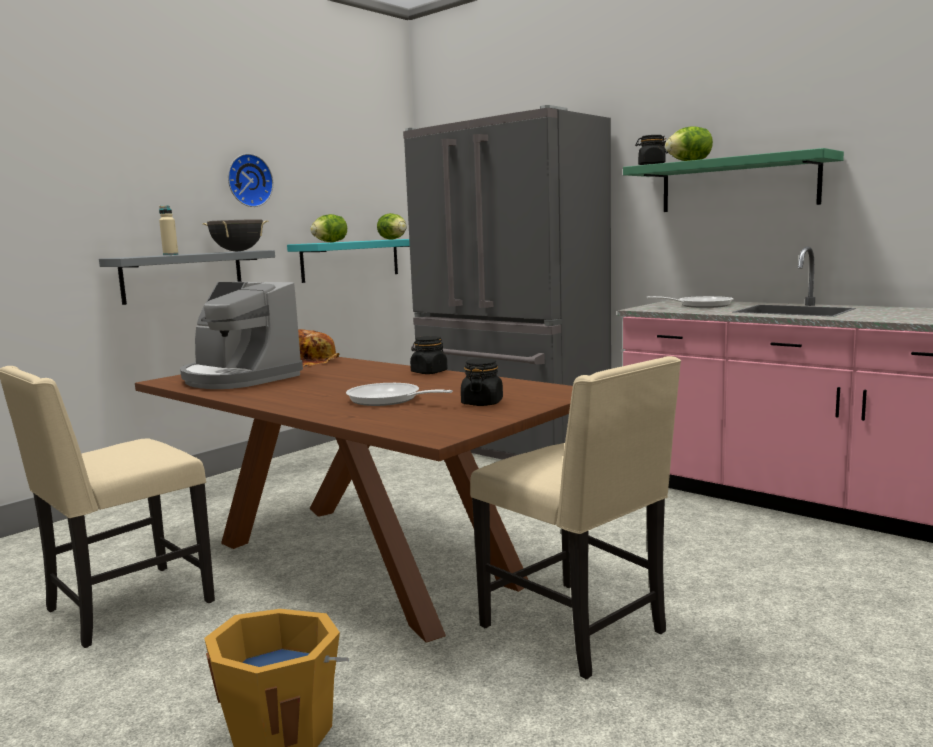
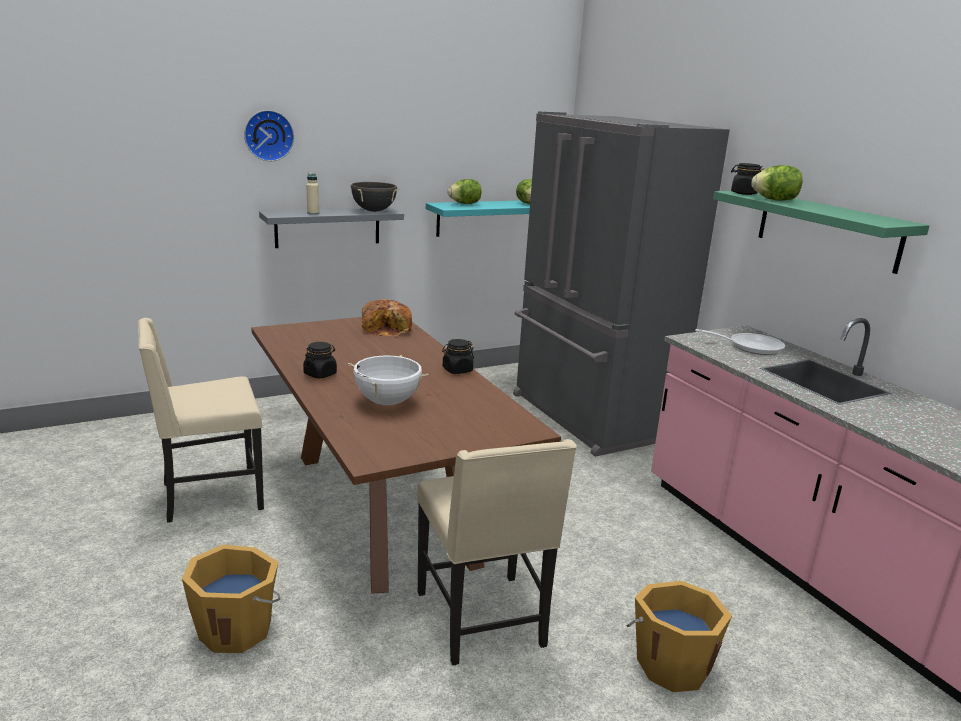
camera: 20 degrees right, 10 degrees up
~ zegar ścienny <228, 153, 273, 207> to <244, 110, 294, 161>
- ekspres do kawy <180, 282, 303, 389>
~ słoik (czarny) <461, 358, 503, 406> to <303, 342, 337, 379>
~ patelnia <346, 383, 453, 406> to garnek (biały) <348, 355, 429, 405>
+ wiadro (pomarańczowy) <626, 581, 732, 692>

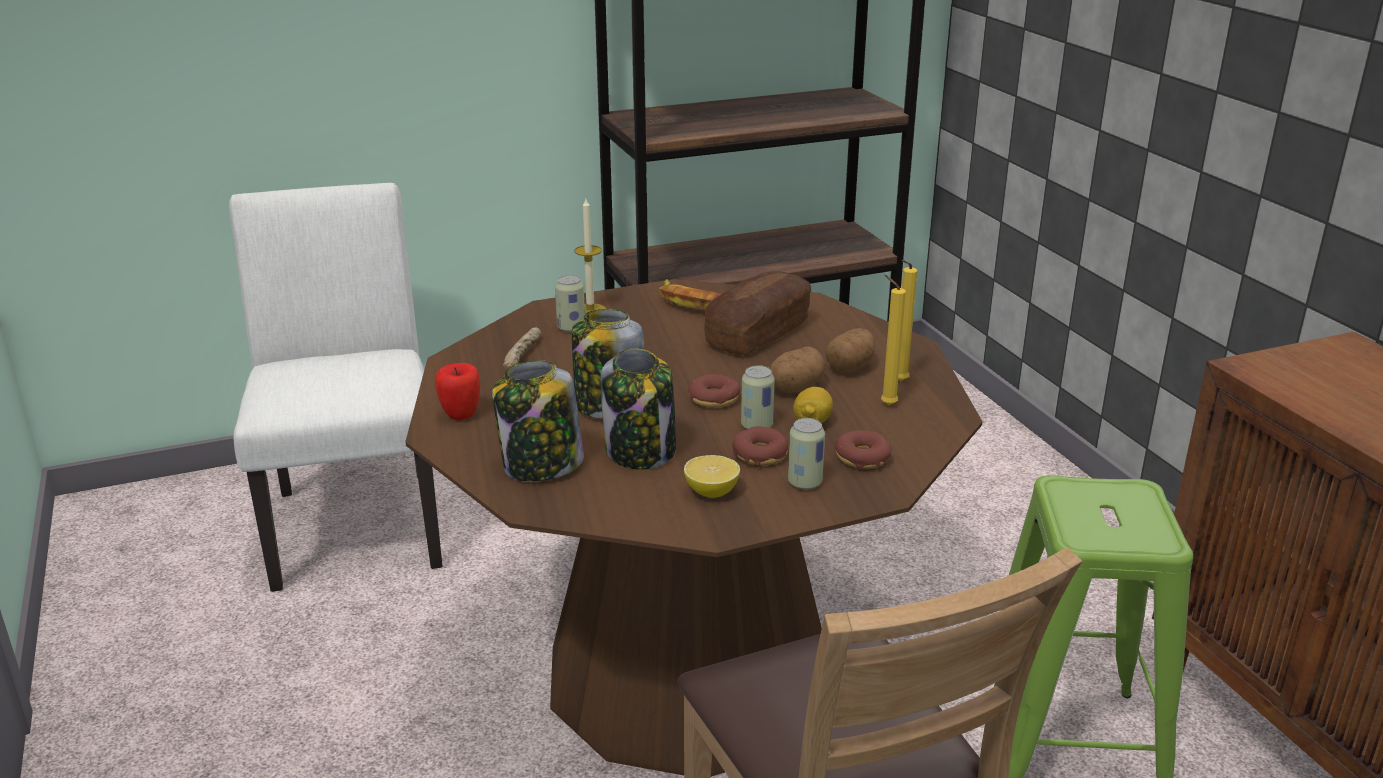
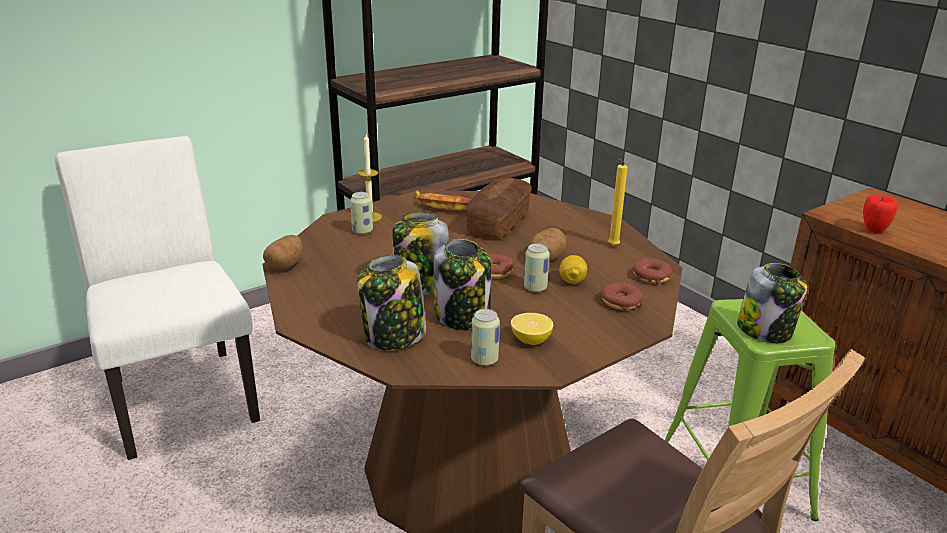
camera: 15 degrees left, 0 degrees up
- świeca (żółty) <881, 275, 906, 405>
- chleb <503, 327, 541, 370>
~ ziemniak <825, 328, 875, 372> to <263, 235, 303, 269>
~ jabłko <435, 363, 480, 420> to <863, 194, 897, 233>
~ puszka <788, 418, 825, 490> to <471, 309, 500, 366>
~ donut <732, 426, 789, 467> to <633, 258, 672, 284>
+ słoik <737, 263, 807, 343>

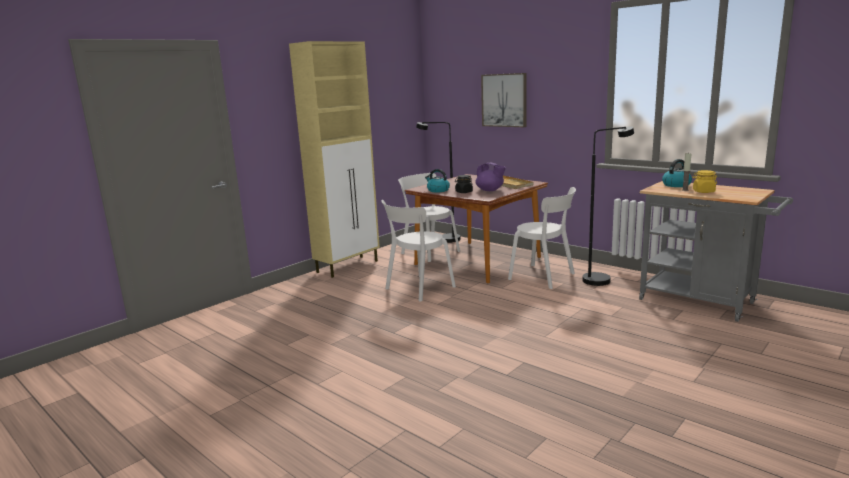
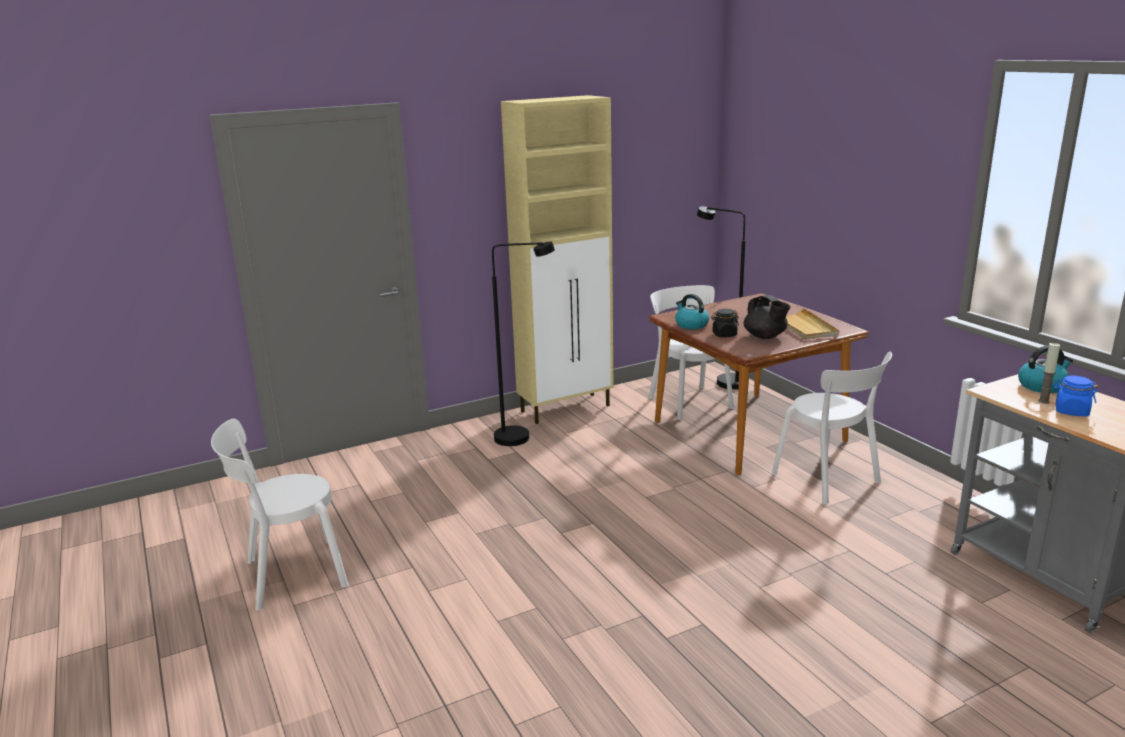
camera: 20 degrees right, 5 degrees up
- obraz <481, 73, 527, 127>
~ lampa stojąca (czarny) <582, 126, 634, 286> to <492, 242, 555, 446>
~ imbryk (fioletowy) <476, 163, 506, 191> to imbryk (czarny) <744, 295, 790, 339>
~ słoik (żółty) <692, 170, 717, 193> to słoik (niebieski) <1054, 376, 1098, 416>
~ krzesło (biały) <381, 200, 456, 302> to <211, 419, 349, 611>

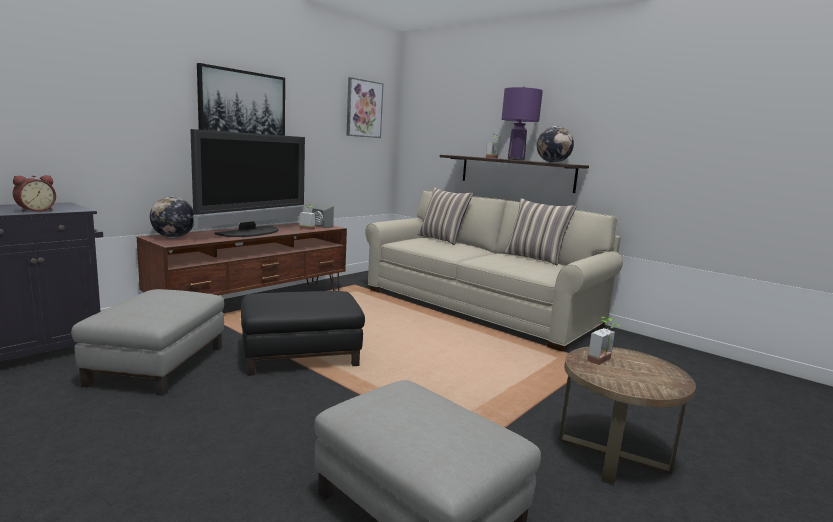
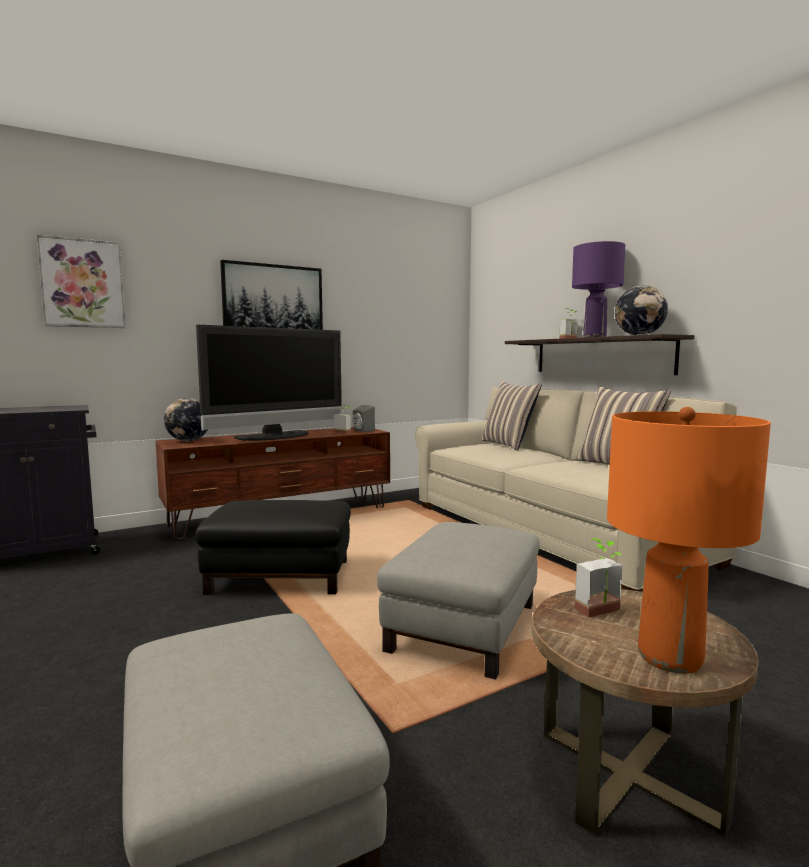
camera: 20 degrees right, 5 degrees down
~ obraz <346, 77, 384, 138> to <37, 234, 126, 328>
- budzik <13, 175, 56, 212>
~ pufa (szary) <71, 289, 224, 396> to <377, 522, 539, 679>
+ lampa stołowa (pomarańczowy) <607, 407, 771, 674>

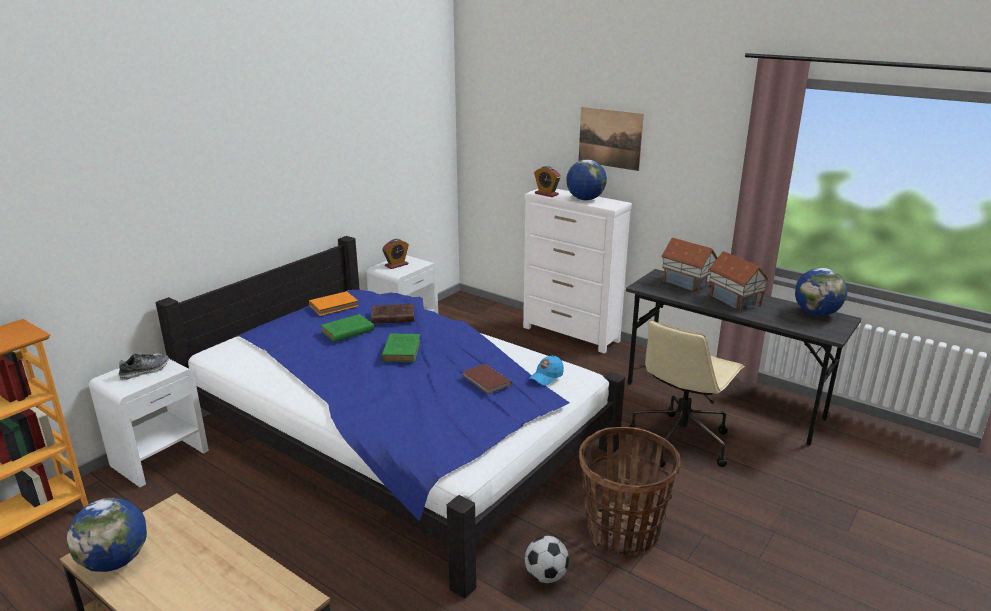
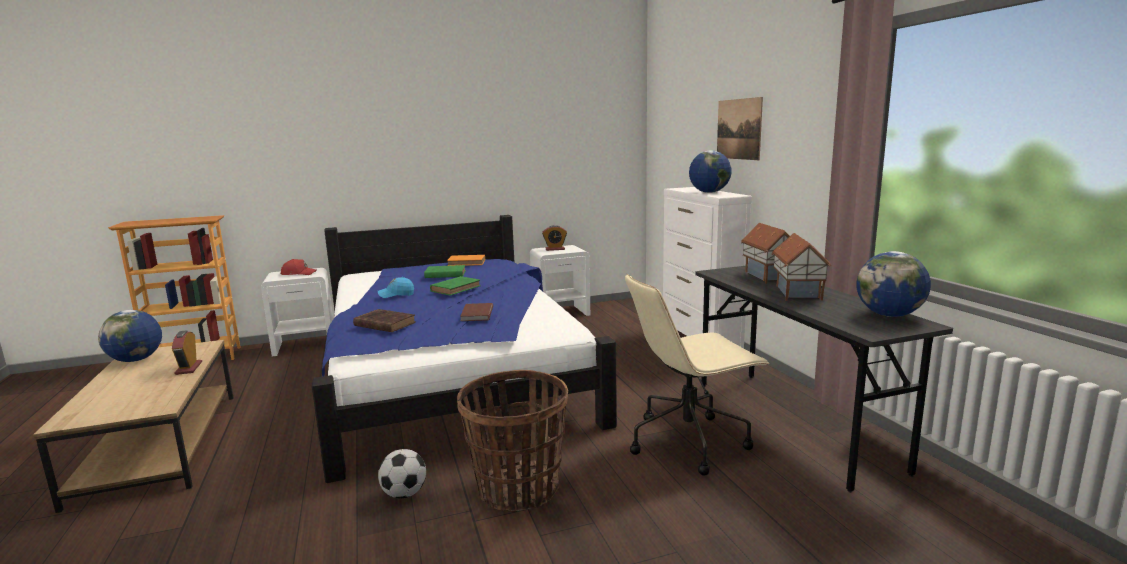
camera: 35 degrees right, 10 degrees down
~ budzik <534, 166, 561, 197> to <172, 330, 202, 375>
~ książka (brązowy) <371, 304, 414, 324> to <353, 309, 416, 332>
~ but <119, 354, 169, 380> to czapka z daszkiem (czerwony) <280, 259, 317, 275>
~ czapka z daszkiem (niebieski) <528, 356, 564, 386> to <378, 277, 414, 298>

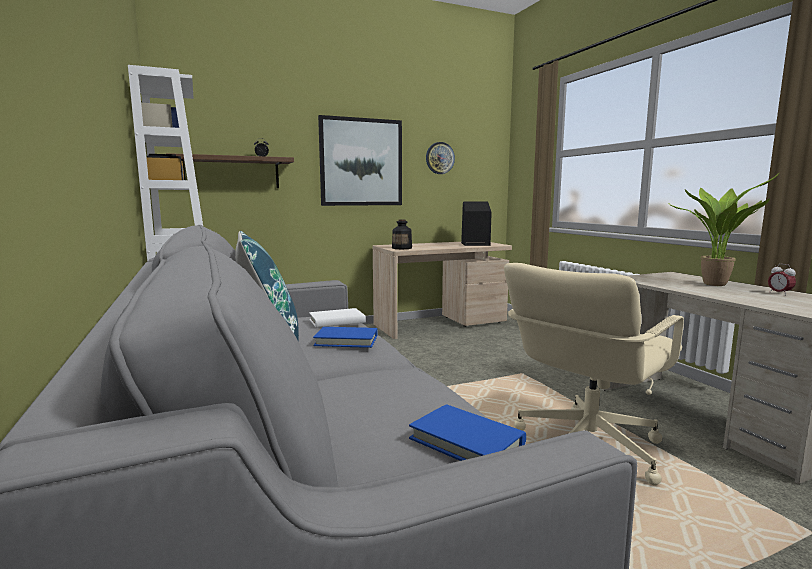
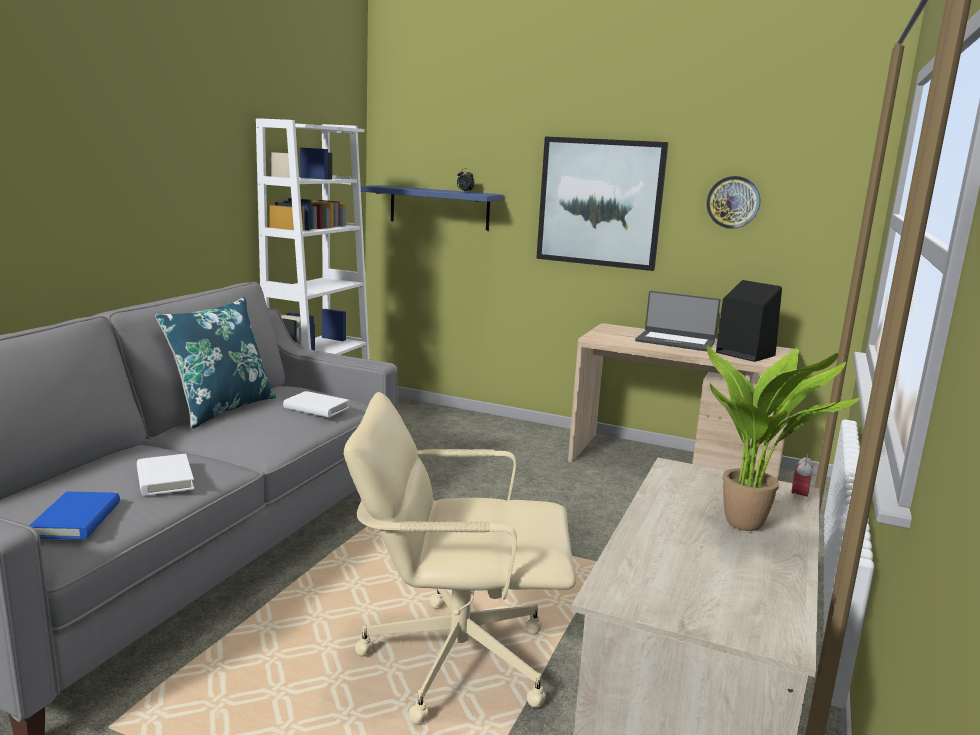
camera: 45 degrees right, 5 degrees up
~ półka (brązowy) <166, 153, 294, 188> to półka (niebieski) <361, 185, 503, 230>
- butelka <392, 220, 412, 249>
~ budzik <768, 264, 796, 295> to <792, 454, 814, 501>
- książka (niebieski) <313, 327, 377, 348>
+ laptop <635, 291, 721, 351>
+ książka (biały) <137, 454, 194, 496>

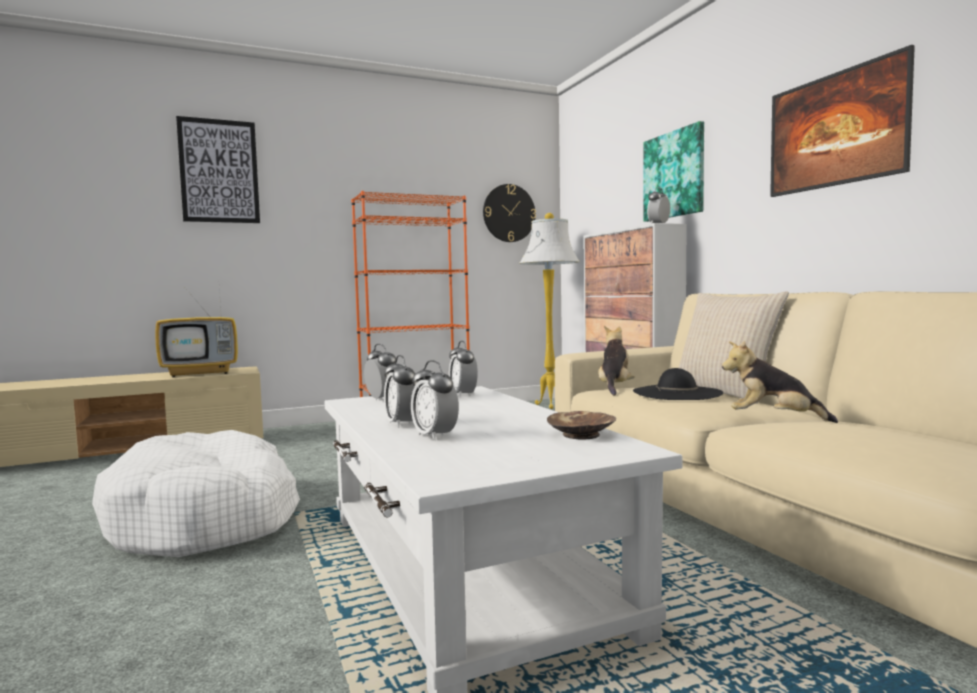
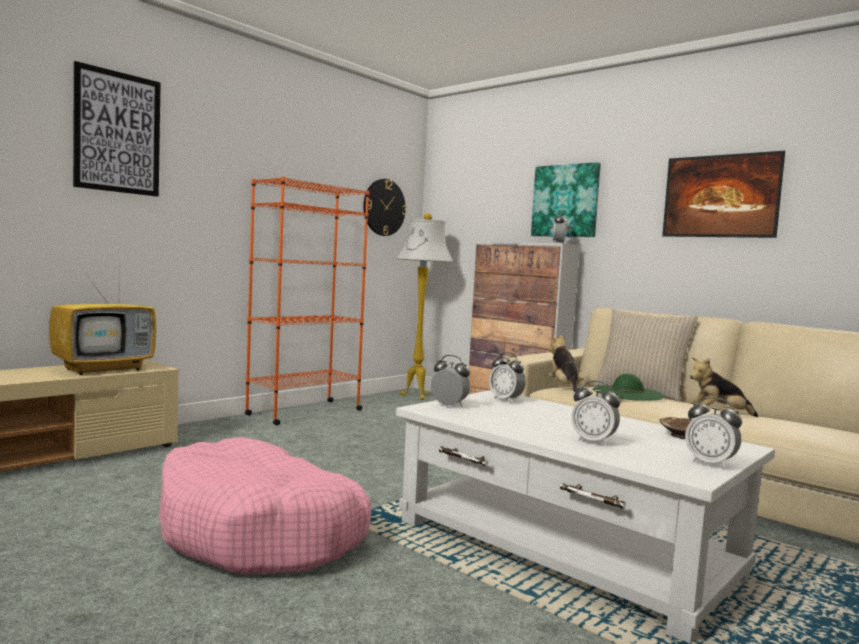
camera: 25 degrees left, 0 degrees up
~ budzik <384, 355, 415, 428> to <685, 397, 742, 469>
~ kapelusz (czarny) <633, 368, 723, 400> to kapelusz (zielony) <592, 374, 664, 401>
~ legowisko (biały) <92, 430, 300, 557> to legowisko (różowy) <159, 437, 371, 574>

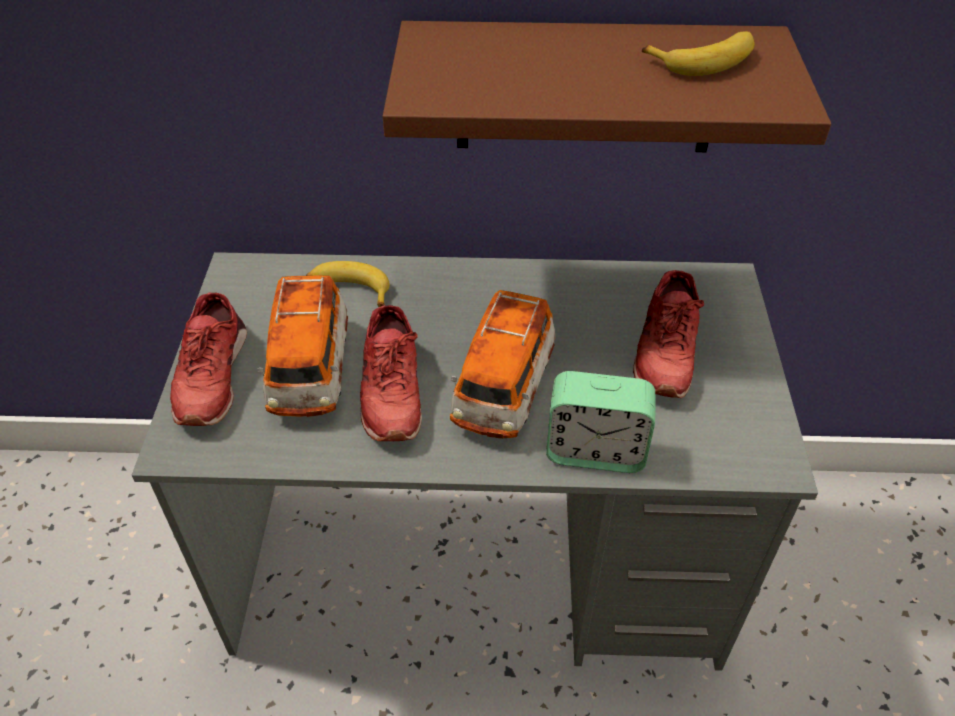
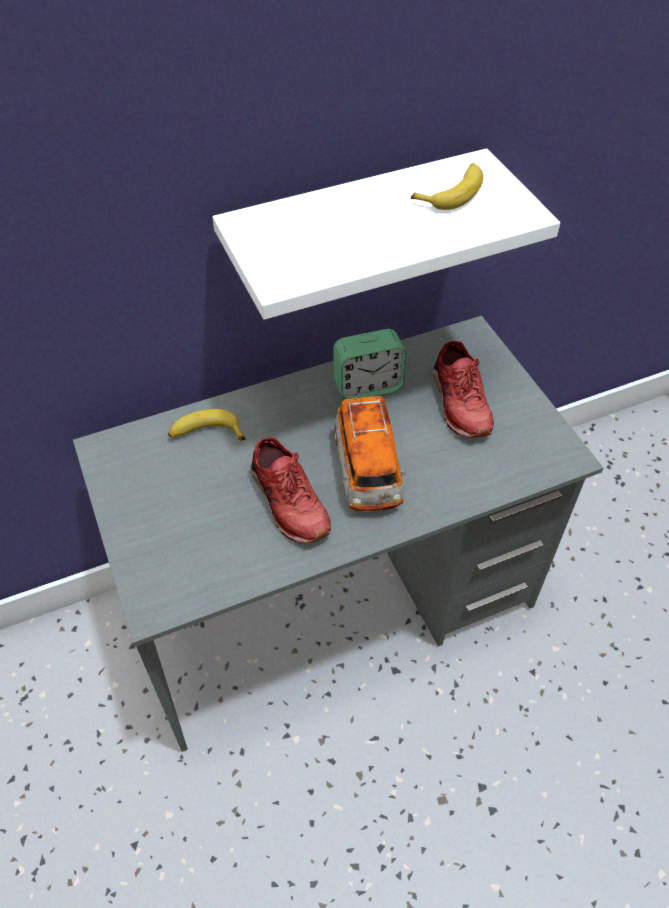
camera: 25 degrees left, 5 degrees up
~ półka (brązowy) <383, 21, 831, 152> to półka (biały) <212, 148, 560, 320>
- samochodzik <257, 275, 348, 417>
- but (czerwony) <170, 292, 247, 426>
~ budzik <546, 371, 656, 473> to <333, 329, 406, 400>

